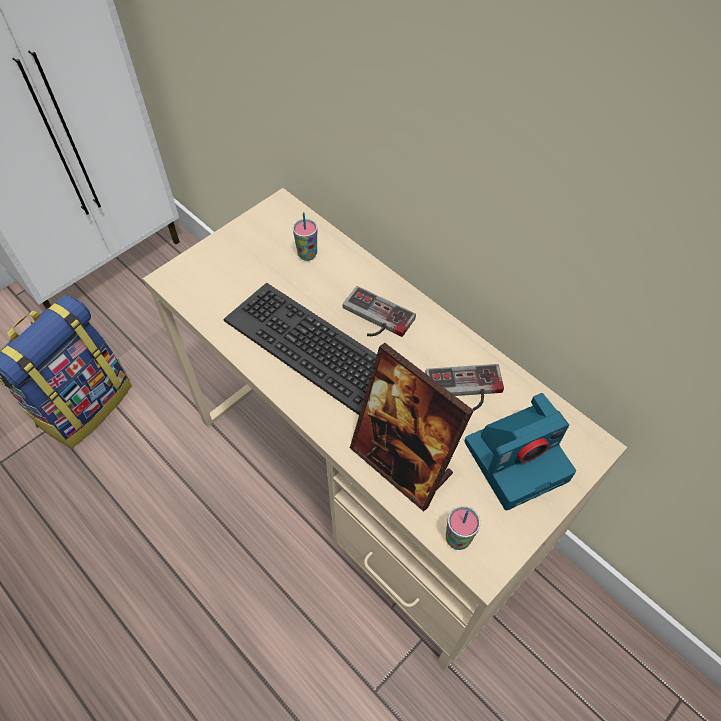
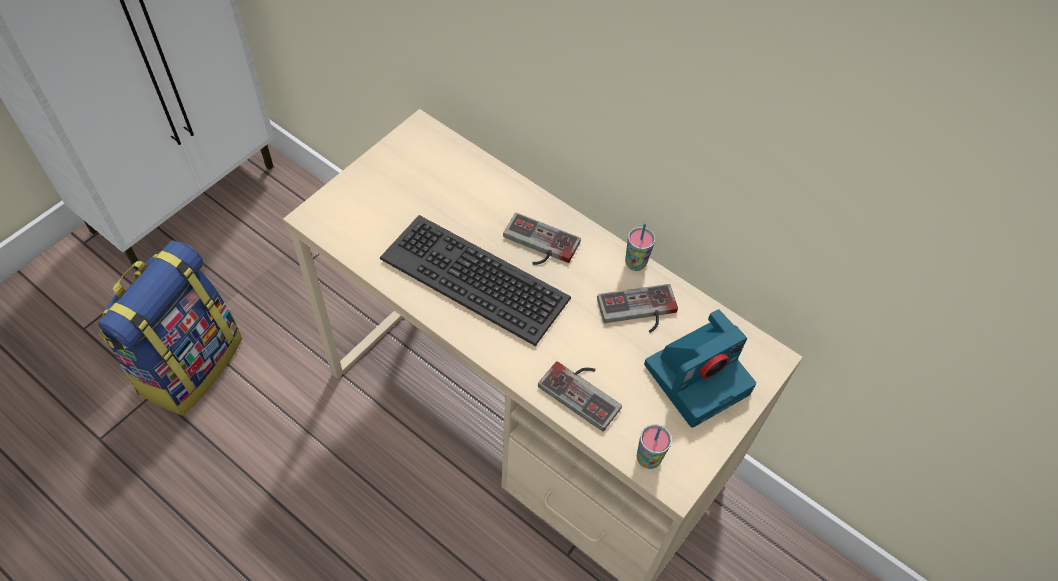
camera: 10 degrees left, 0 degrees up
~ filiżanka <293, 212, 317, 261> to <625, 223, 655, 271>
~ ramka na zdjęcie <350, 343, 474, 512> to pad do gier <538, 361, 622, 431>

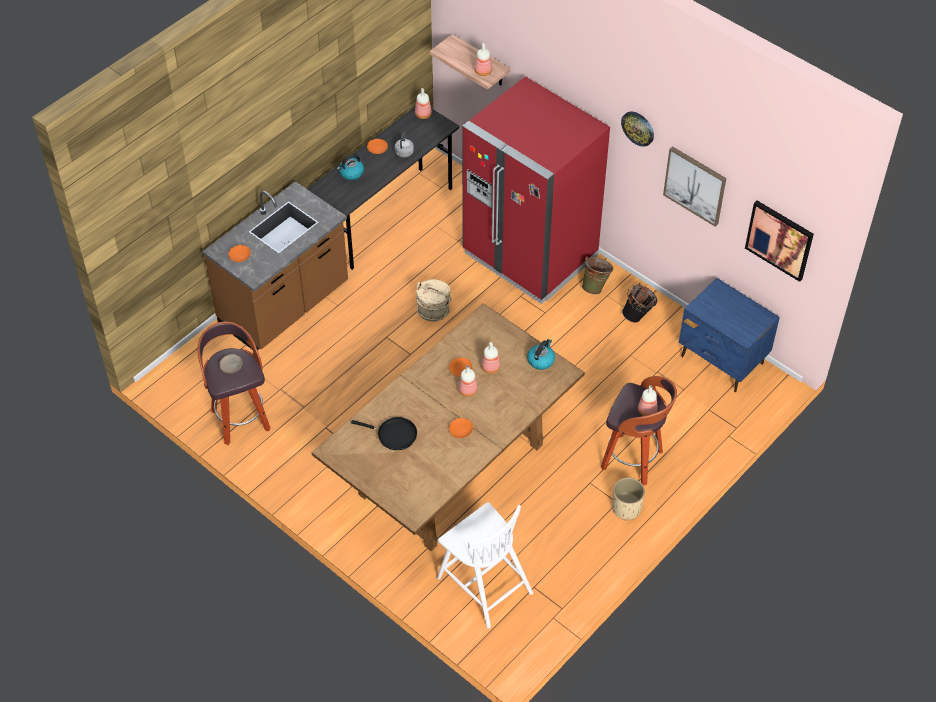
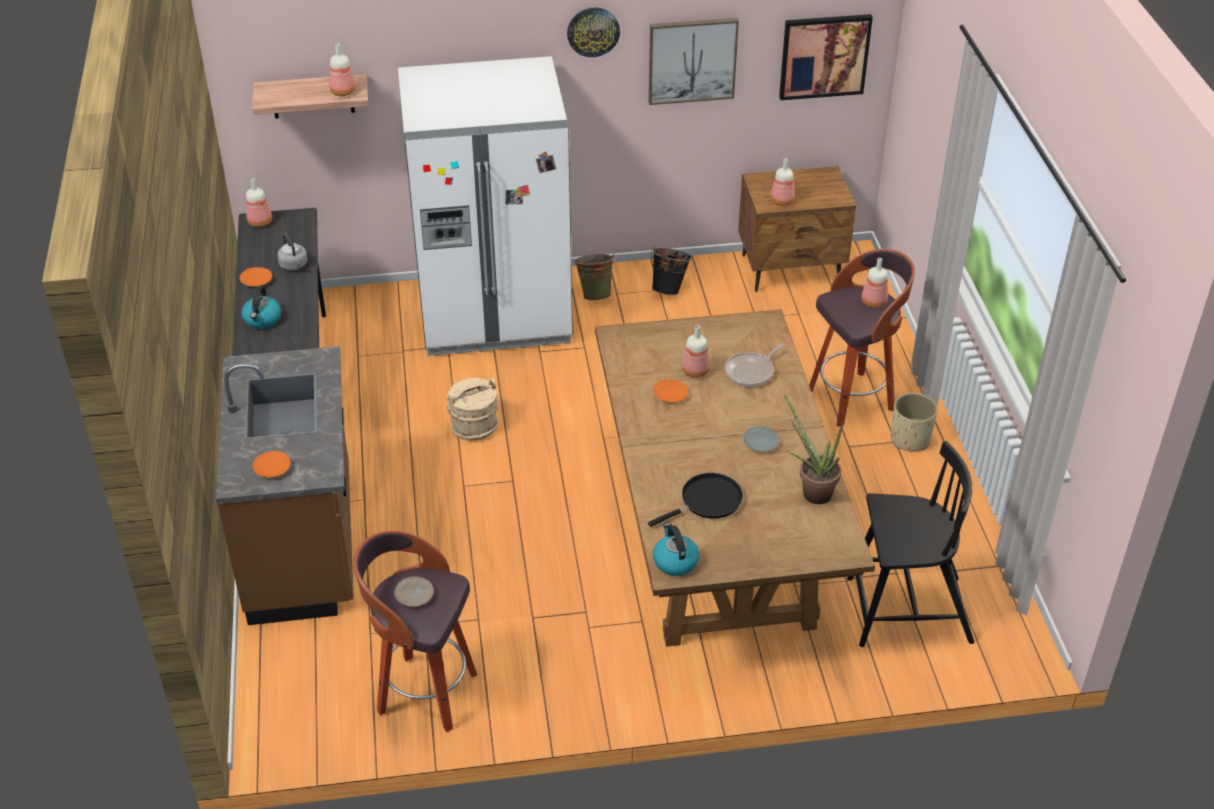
camera: 50 degrees left, 10 degrees down
~ lodówka (czerwony) <462, 76, 610, 304> to lodówka (biały) <398, 56, 573, 356>
~ szafka nocna (niebieski) <679, 278, 780, 392> to szafka nocna (brązowy) <738, 166, 856, 292>
~ czajnik <527, 339, 555, 370> to <653, 523, 699, 576>
~ butelka <458, 365, 478, 397> to <771, 159, 795, 206>
~ talerz (pomarańczowy) <449, 418, 473, 438> to talerz (szary) <743, 427, 779, 452>
~ krzesło (biały) <437, 502, 533, 628> to krzesło (czarny) <847, 441, 974, 647>
+ patelnia <725, 344, 783, 387>
+ roślina doniczkowa <784, 395, 843, 504>

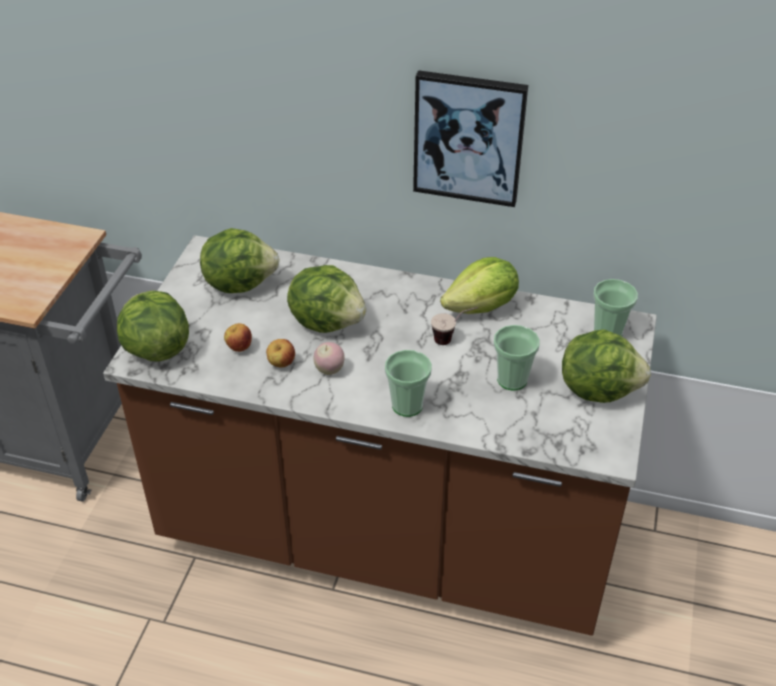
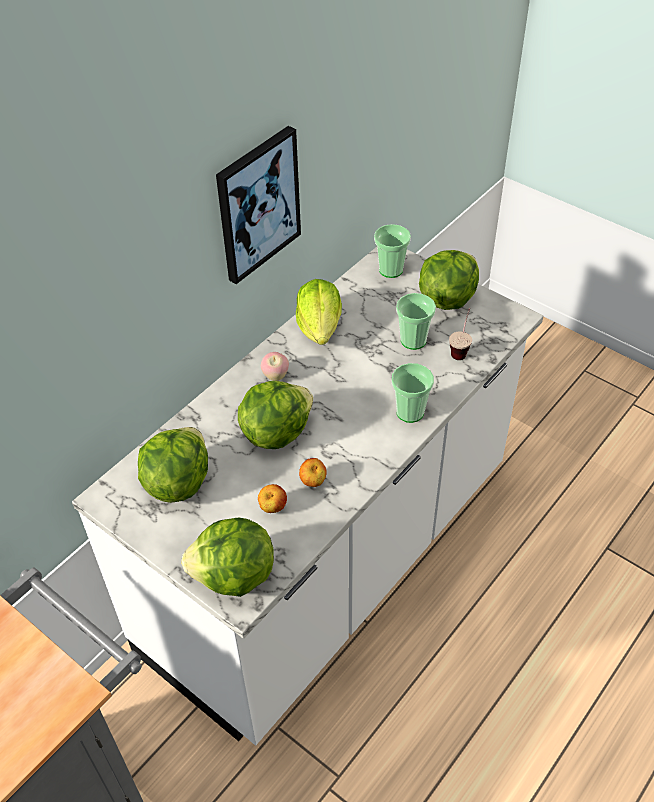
camera: 65 degrees left, 5 degrees up
~ zabudowa kuchenna (brązowy) <103, 235, 657, 636> to zabudowa kuchenna (biały) <72, 247, 544, 745>
~ filiżanka <431, 307, 478, 345> to <449, 308, 472, 360>
~ jabłko <314, 342, 345, 375> to <261, 352, 289, 381>

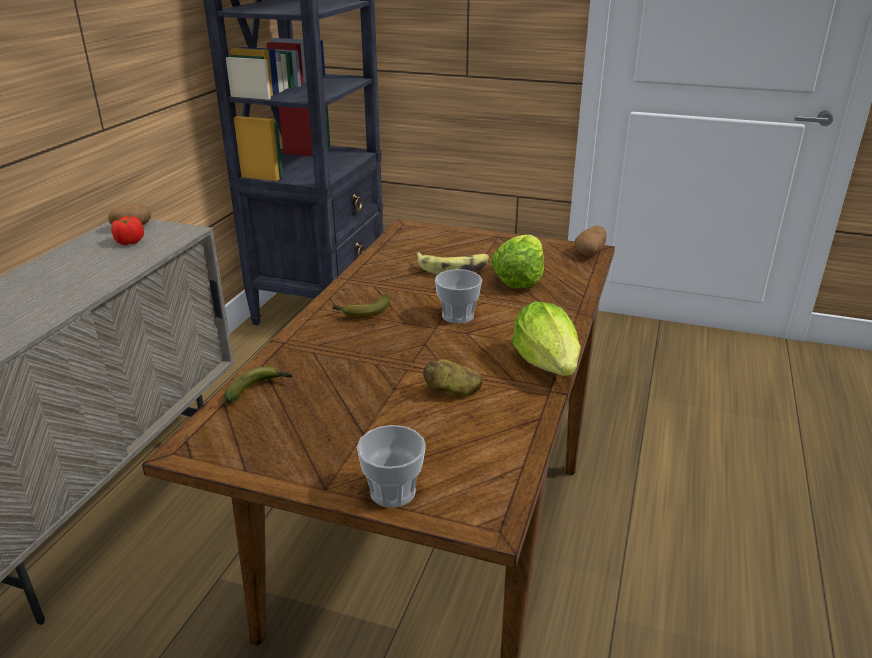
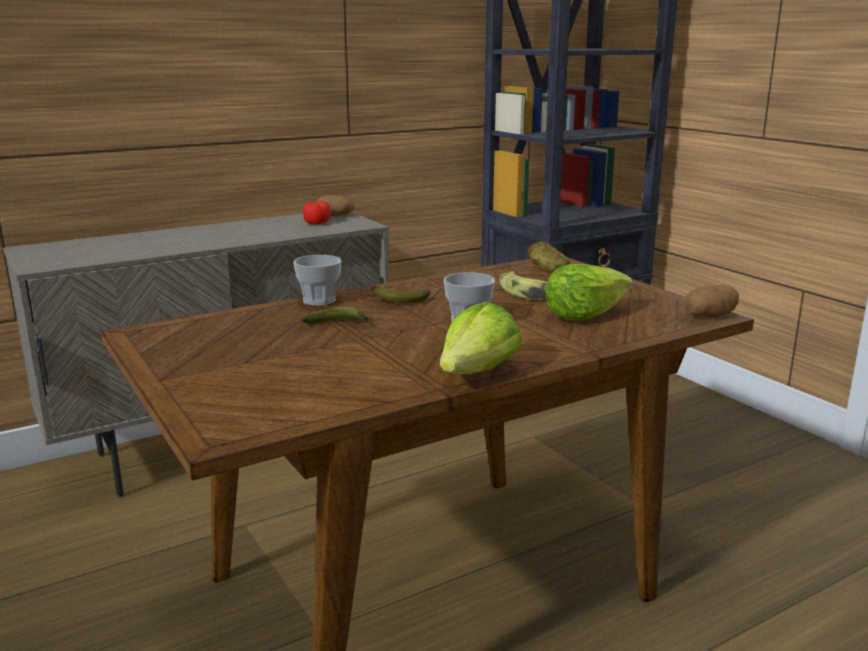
camera: 40 degrees right, 10 degrees down
~ ziemniak <423, 359, 482, 397> to <528, 242, 570, 272>
~ banan <224, 366, 293, 403> to <301, 306, 369, 324>
~ filiżanka <357, 425, 426, 508> to <293, 255, 342, 306>

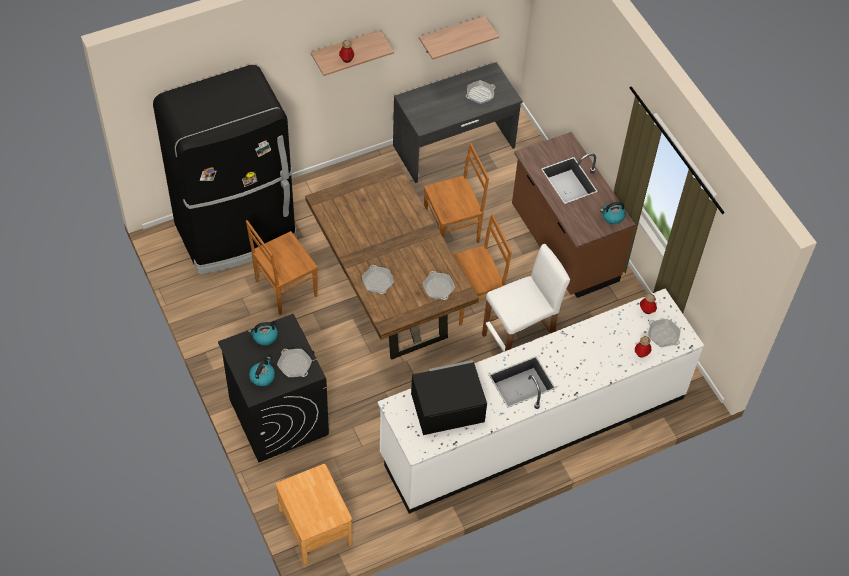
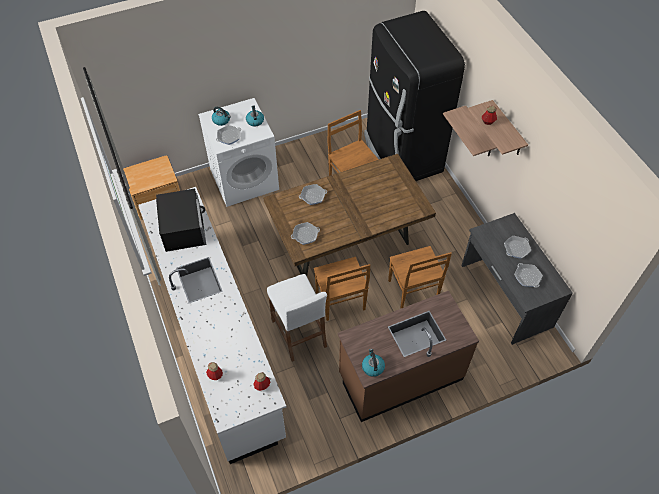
camera: 95 degrees right, 0 degrees up
~ półka <419, 16, 499, 60> to <443, 106, 497, 156>
~ pralka (czarny) <218, 314, 329, 463> to pralka (biały) <198, 98, 279, 207>
~ patelnia <648, 319, 680, 347> to <504, 236, 531, 259>

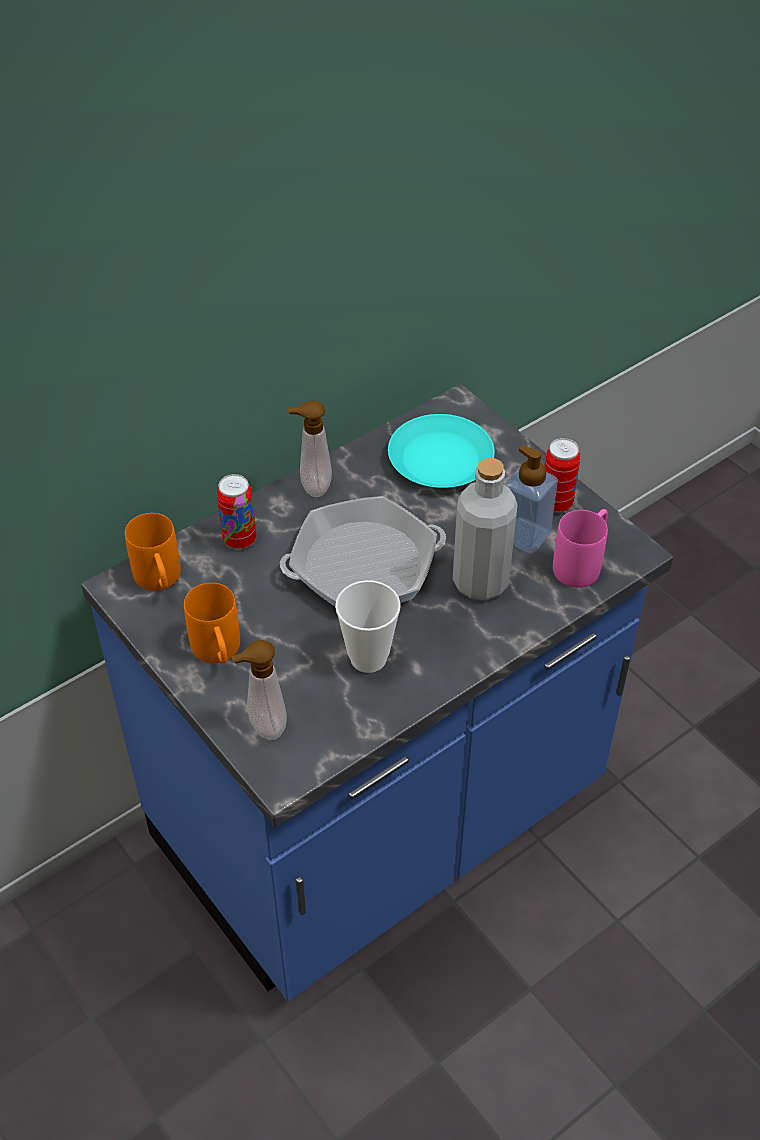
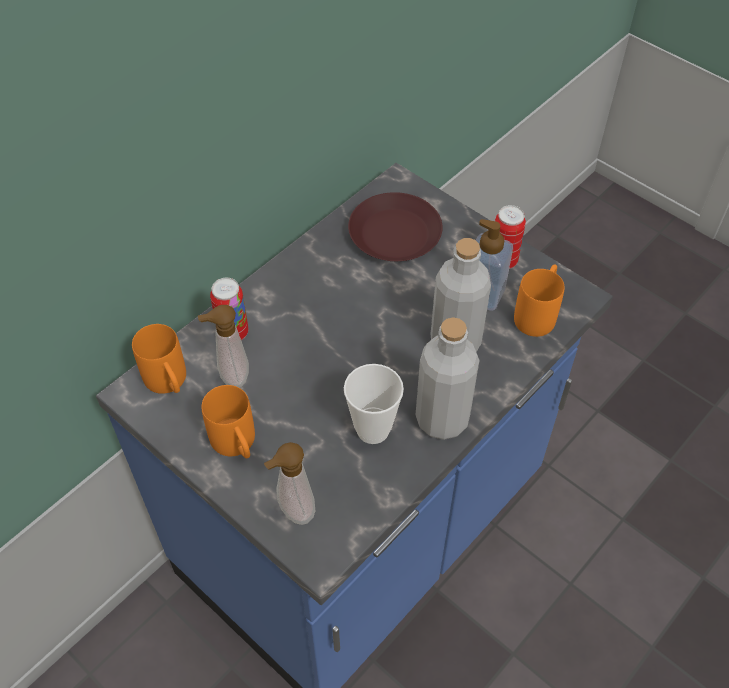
camera: 10 degrees left, 5 degrees up
~ dozownik mydła <288, 401, 332, 497> to <198, 305, 249, 388>
~ talerz (turkusowy) <388, 414, 495, 488> to talerz (brązowy) <348, 192, 443, 261>
- patelnia <280, 496, 446, 606>
~ kubek (różowy) <553, 509, 608, 588> to kubek (pomarańczowy) <514, 264, 565, 337>
+ butelka (szary) <416, 317, 480, 440>

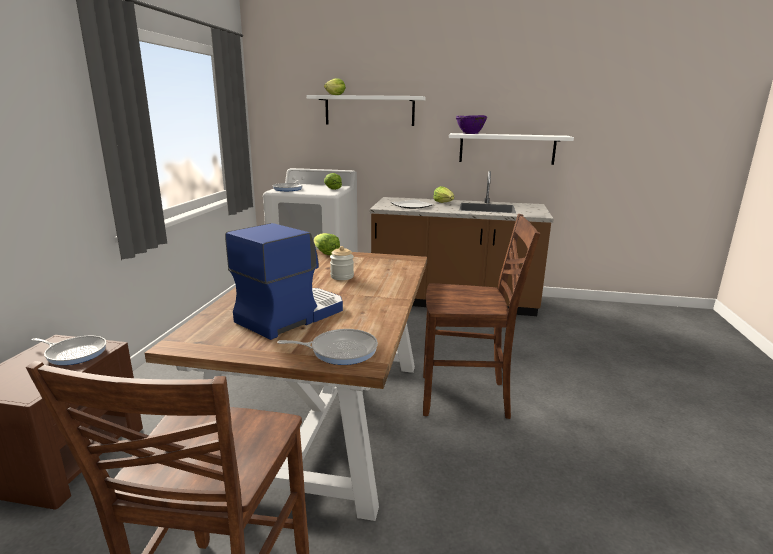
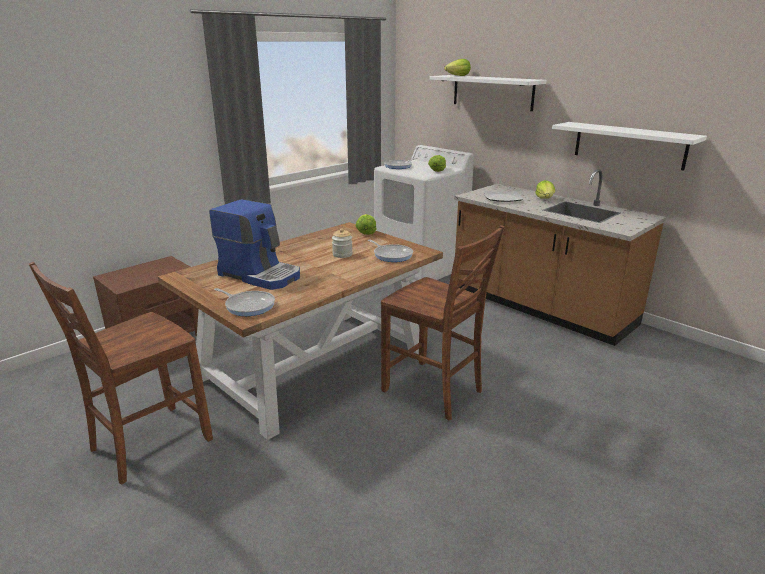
camera: 35 degrees right, 5 degrees up
- miska (fioletowy) <456, 115, 487, 134>
~ ekspres do kawy <225, 223, 343, 340> = <209, 199, 300, 290> 45 degrees clockwise
~ patelnia <32, 336, 106, 365> to <368, 239, 413, 262>

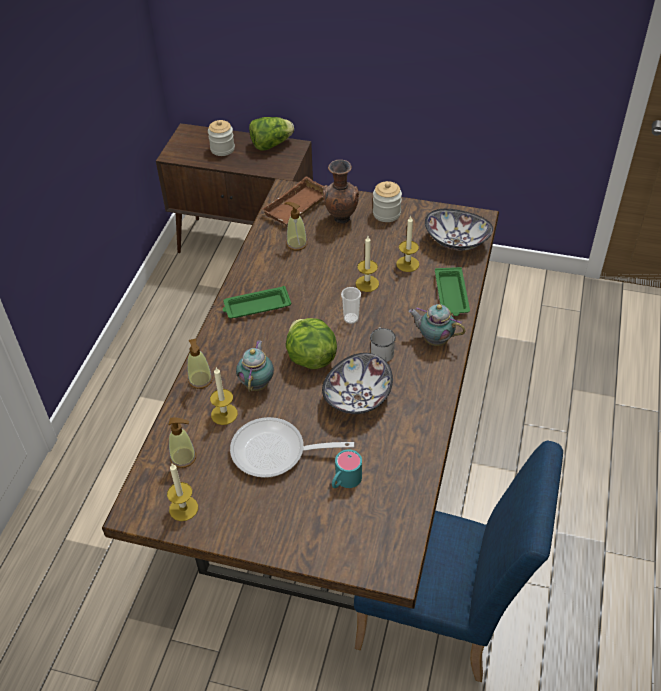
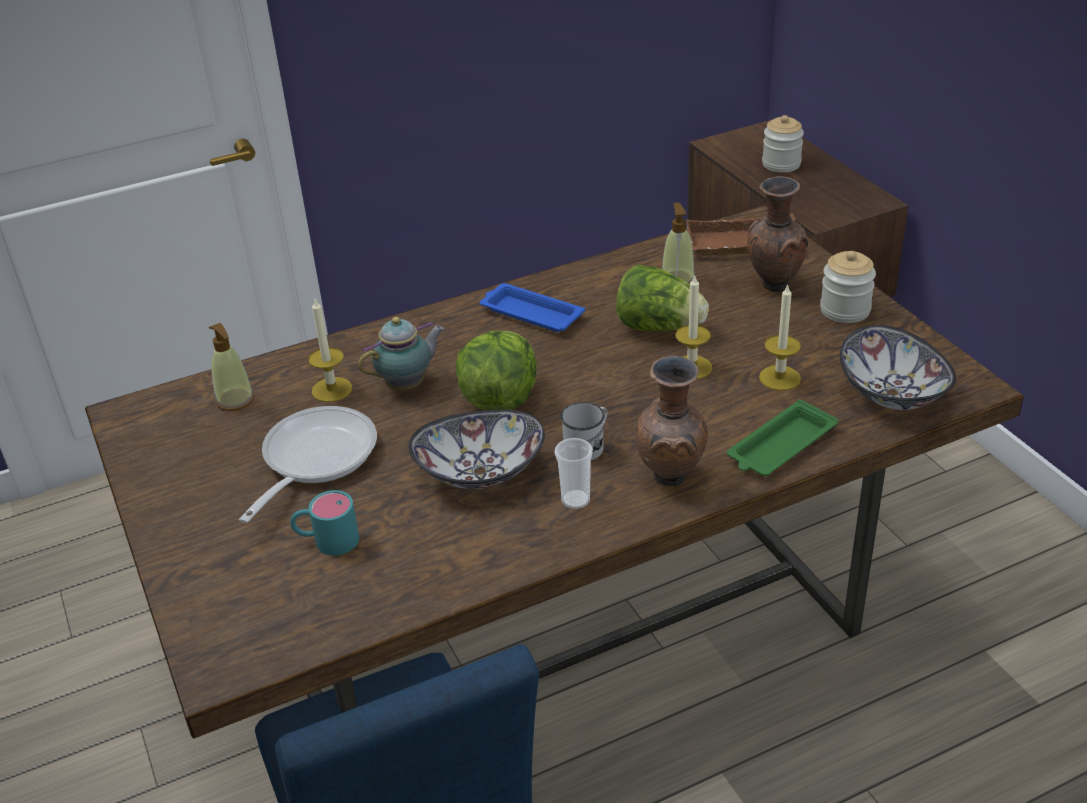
camera: 50 degrees right, 10 degrees down
~ sałata <249, 117, 294, 151> to <616, 264, 709, 331>
~ taca (zielony) <222, 286, 291, 318> to taca (niebieski) <480, 283, 585, 332>
~ filiżanka <341, 287, 361, 324> to <555, 438, 593, 509>
~ imbryk <408, 304, 466, 346> to wazon (brązowy) <635, 356, 708, 487>
- dozownik mydła <187, 339, 212, 389>
~ patelnia <230, 417, 354, 478> = <239, 406, 377, 523> 60 degrees clockwise
- świeca <167, 464, 198, 521>

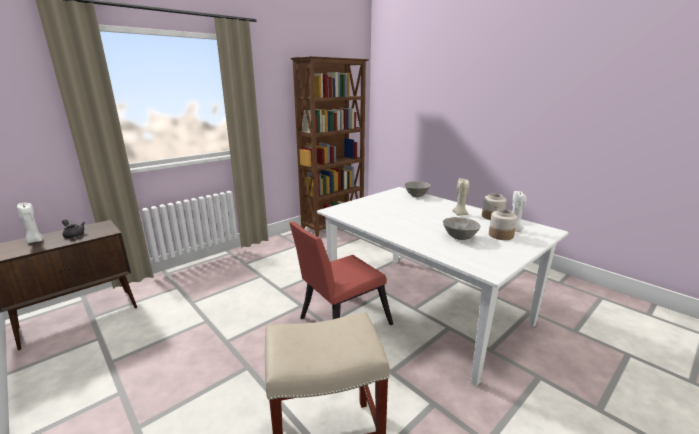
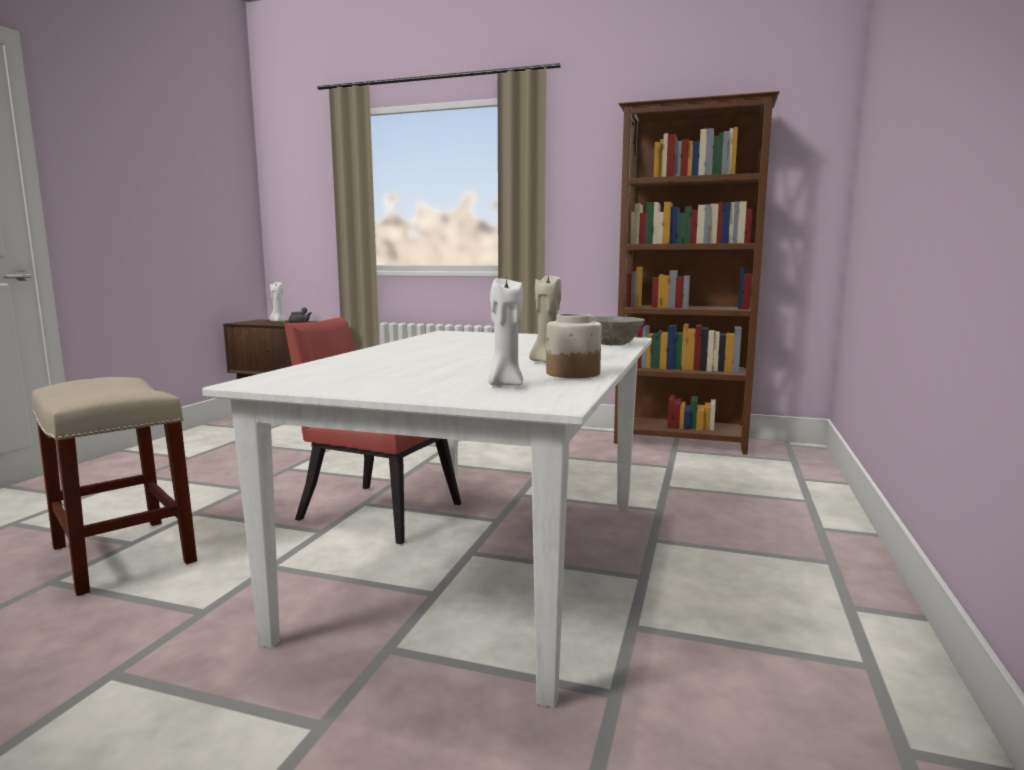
camera: 60 degrees right, 10 degrees down
- słoik <489, 209, 517, 240>
- miska (szary) <443, 217, 480, 240>

